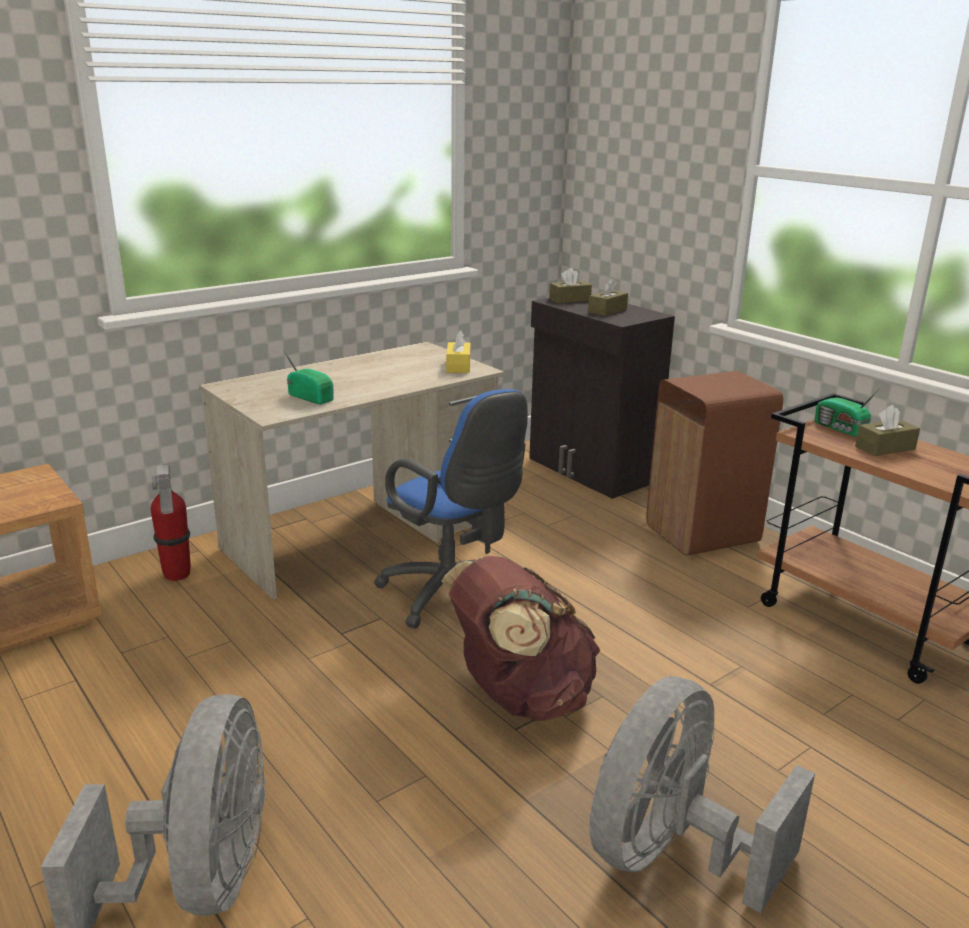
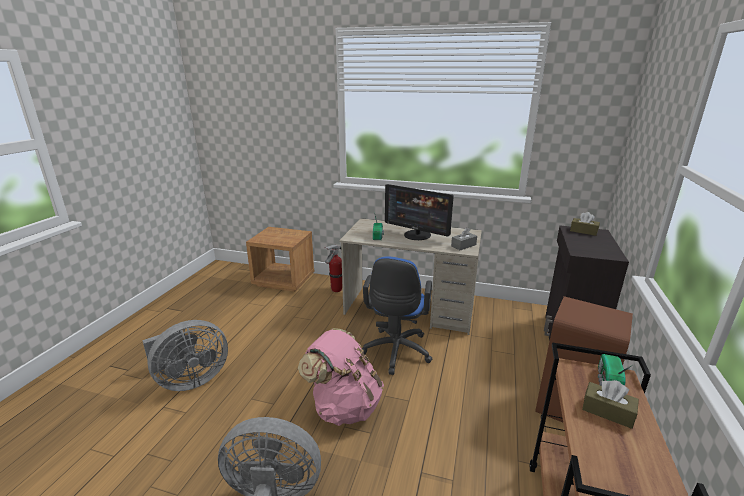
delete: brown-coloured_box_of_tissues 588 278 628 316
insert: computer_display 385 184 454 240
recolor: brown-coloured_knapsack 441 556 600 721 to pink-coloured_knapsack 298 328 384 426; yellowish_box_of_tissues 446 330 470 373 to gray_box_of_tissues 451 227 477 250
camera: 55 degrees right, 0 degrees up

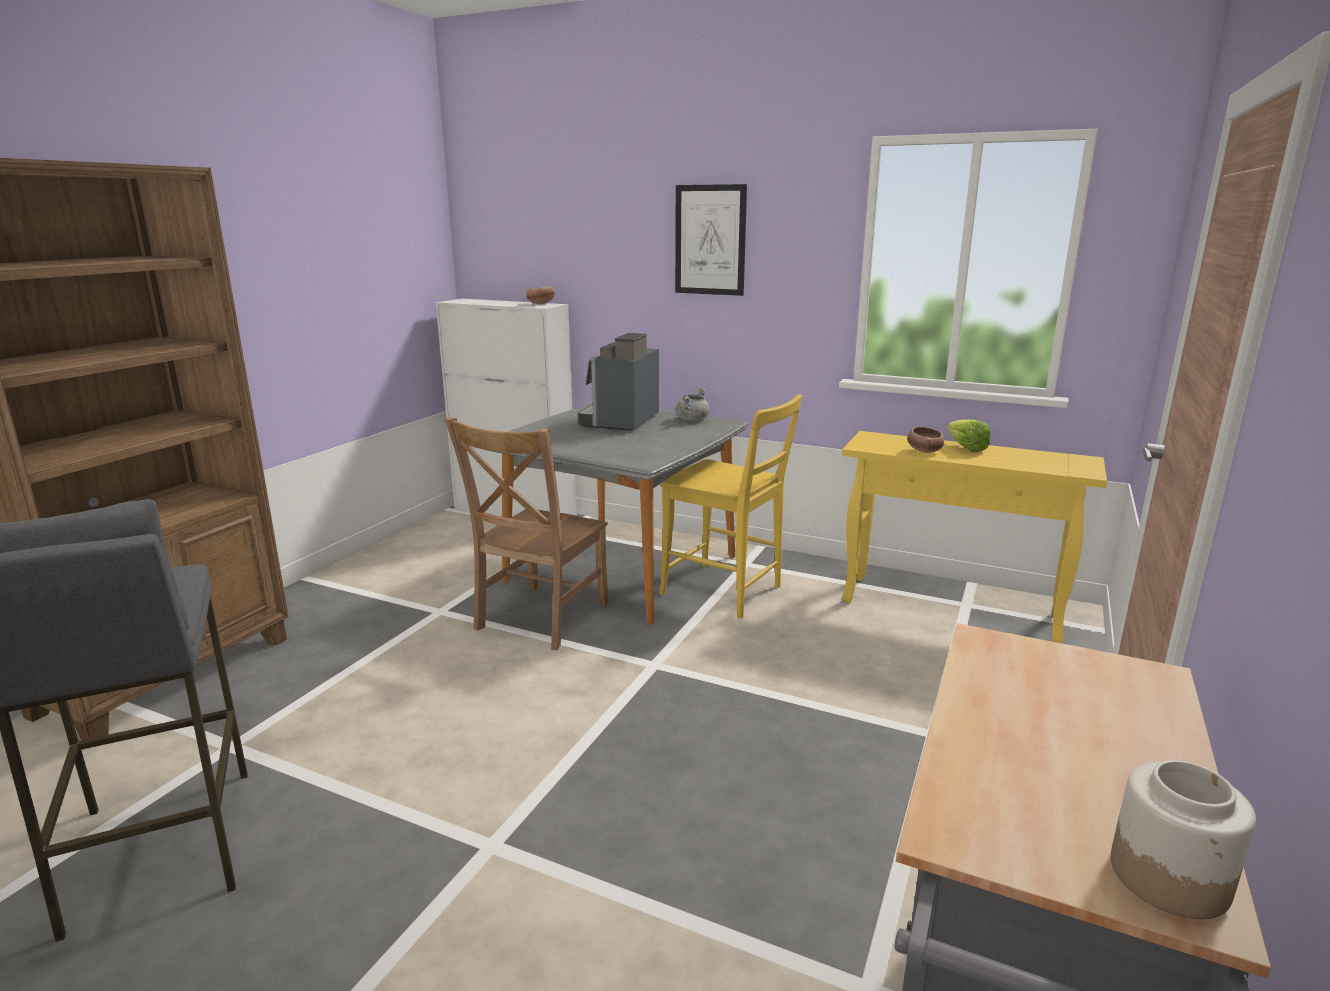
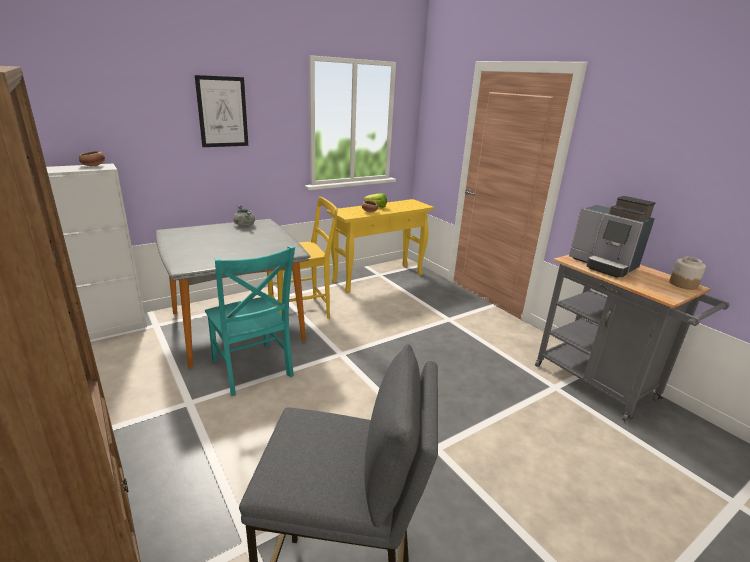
move: coffee_machine 578 333 659 431 to 569 196 655 278
recolor: brown-coloured_chair 445 417 608 650 to turquoise-coloured_chair 205 246 295 396
camera: 60 degrees left, 5 degrees up

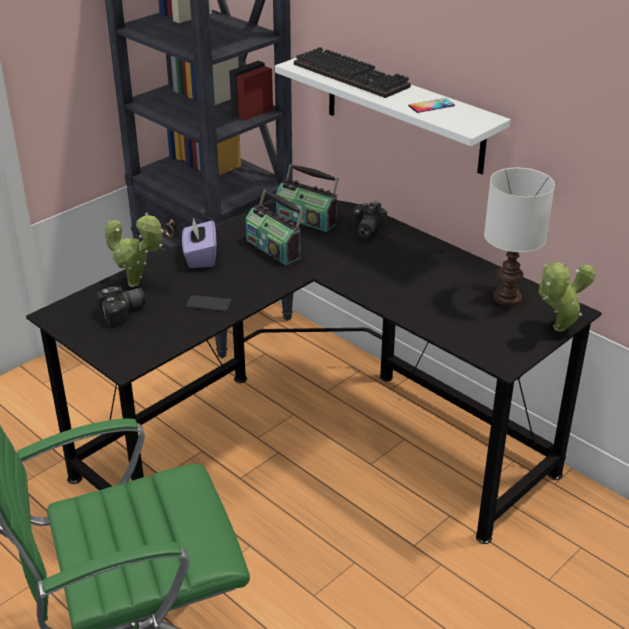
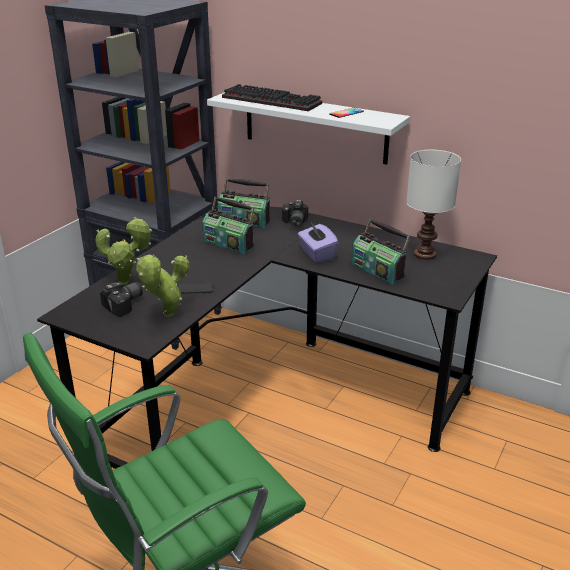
insert: radio_receiver 352 219 410 284
move: purplish_box_of_tissues 182 218 216 268 to 298 223 339 263; potted_plant 539 262 596 332 to 136 254 190 317
camera: 15 degrees left, 5 degrees down

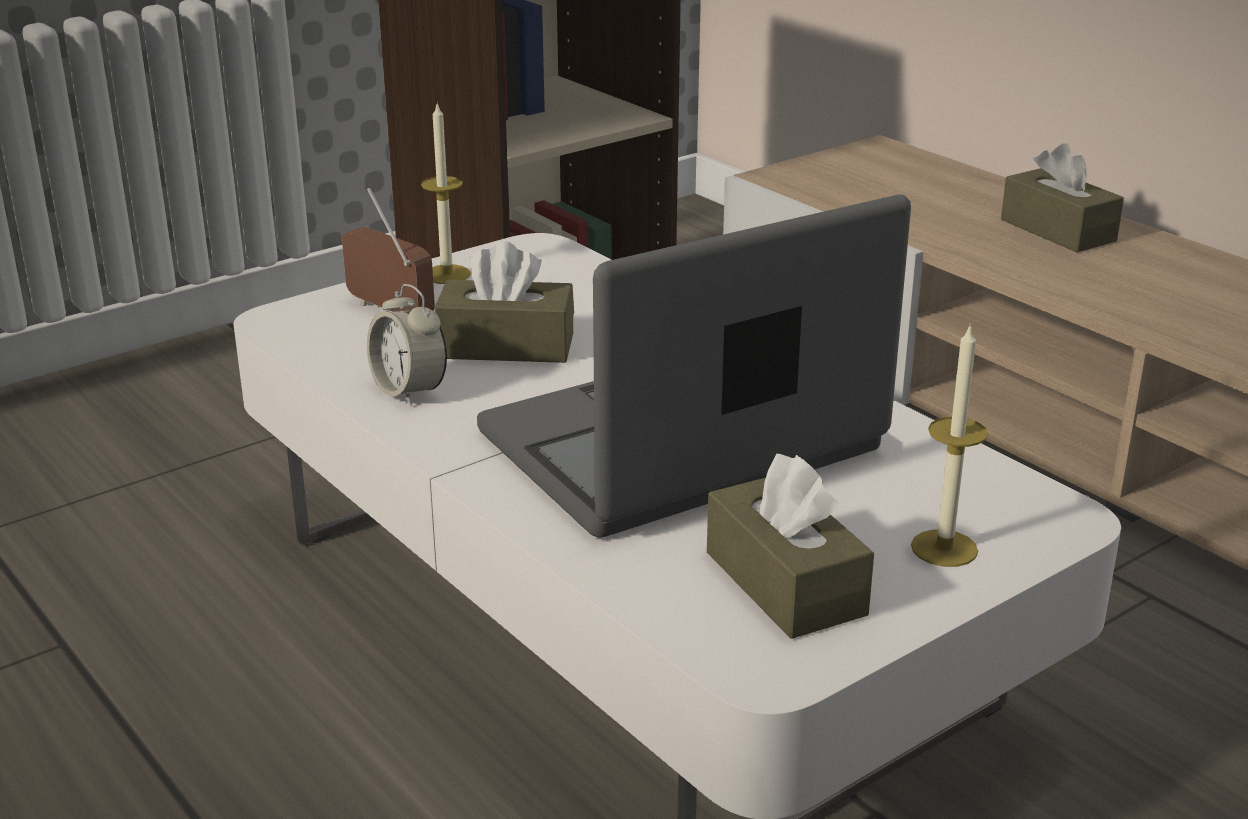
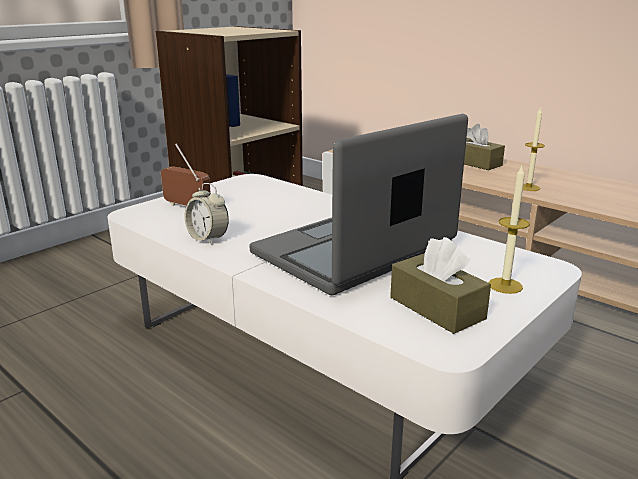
delete: brown-coloured_box_of_tissues 434 241 574 363
move: candle 421 102 471 284 to 523 107 545 191
camera: 10 degrees left, 5 degrees down

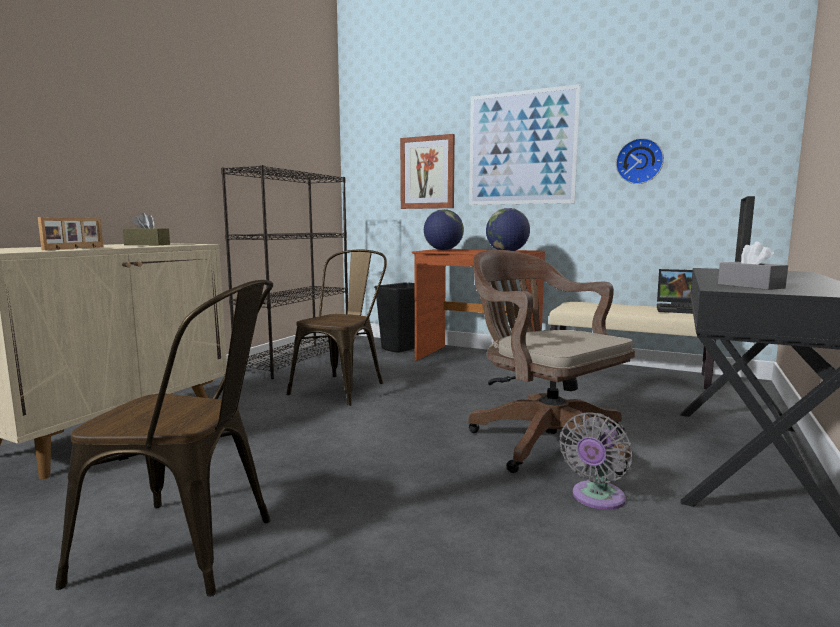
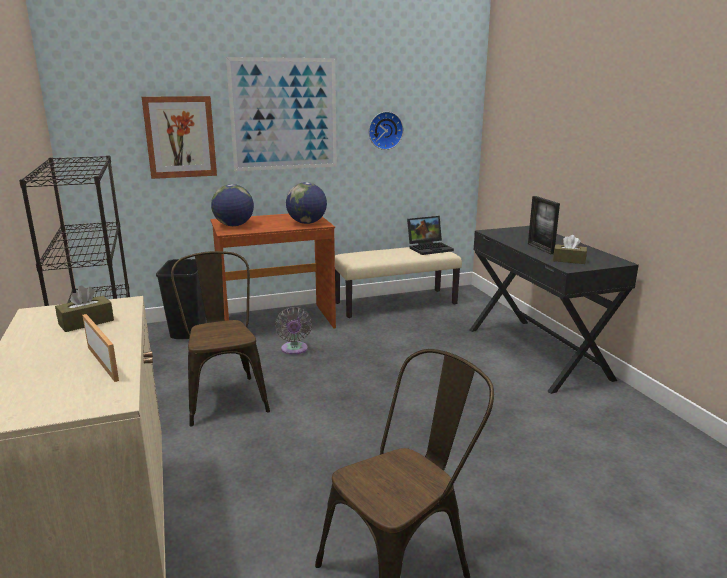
delete: brown-coloured_office_chair 468 250 635 475
move: gray_cooling_fan 560 413 633 510 to 275 307 312 355
recolor: gray_box_of_tissues 718 241 788 290 to brown-coloured_box_of_tissues 553 235 587 264
camera: 45 degrees left, 10 degrees up

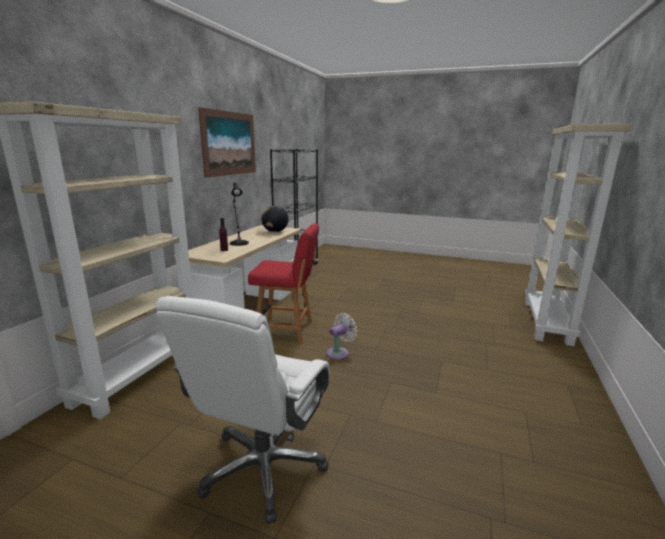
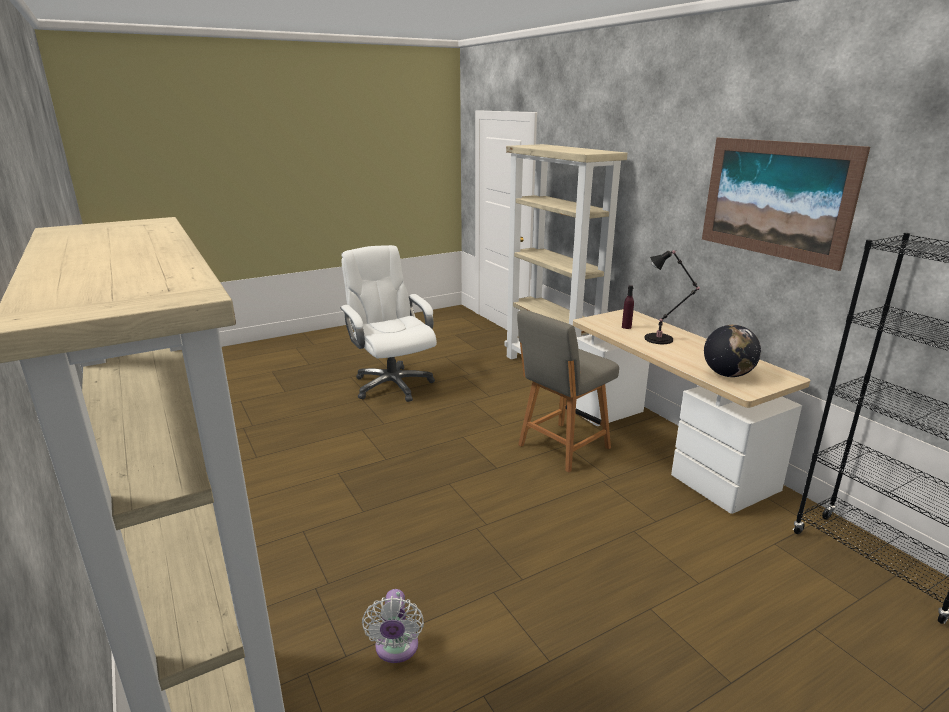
move: white_cooling_fan 327 313 357 360 to 362 589 424 663
recolor: reddish_chair 248 224 319 344 to gray_chair 517 310 619 473
camera: 130 degrees right, 5 degrees up

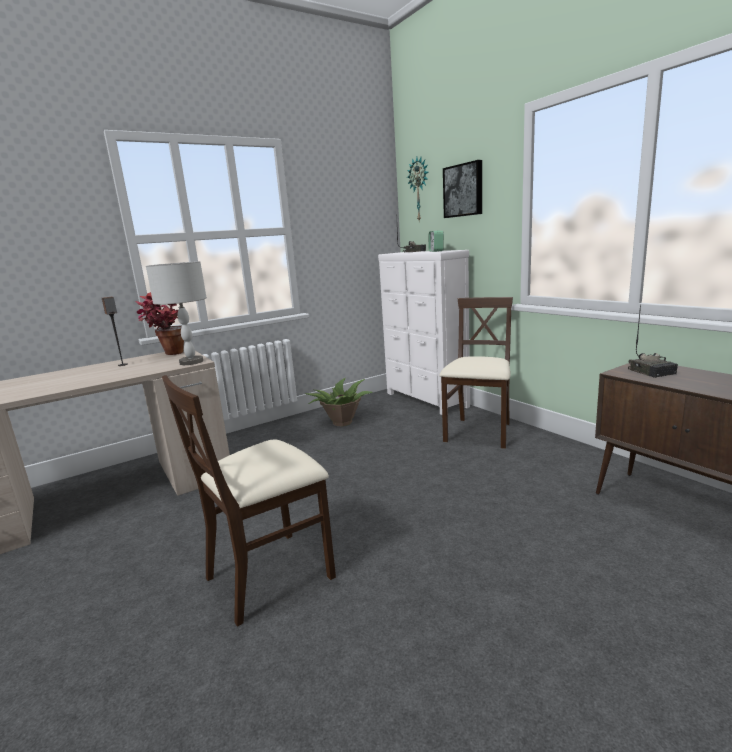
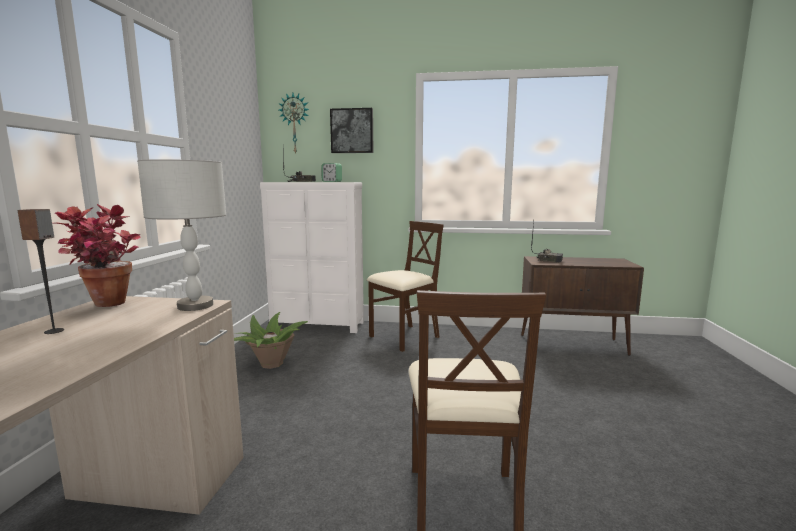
rotate: beige-coloured_chair 439 297 513 449 = 367 221 444 352 75 degrees clockwise
camera: 50 degrees left, 5 degrees down

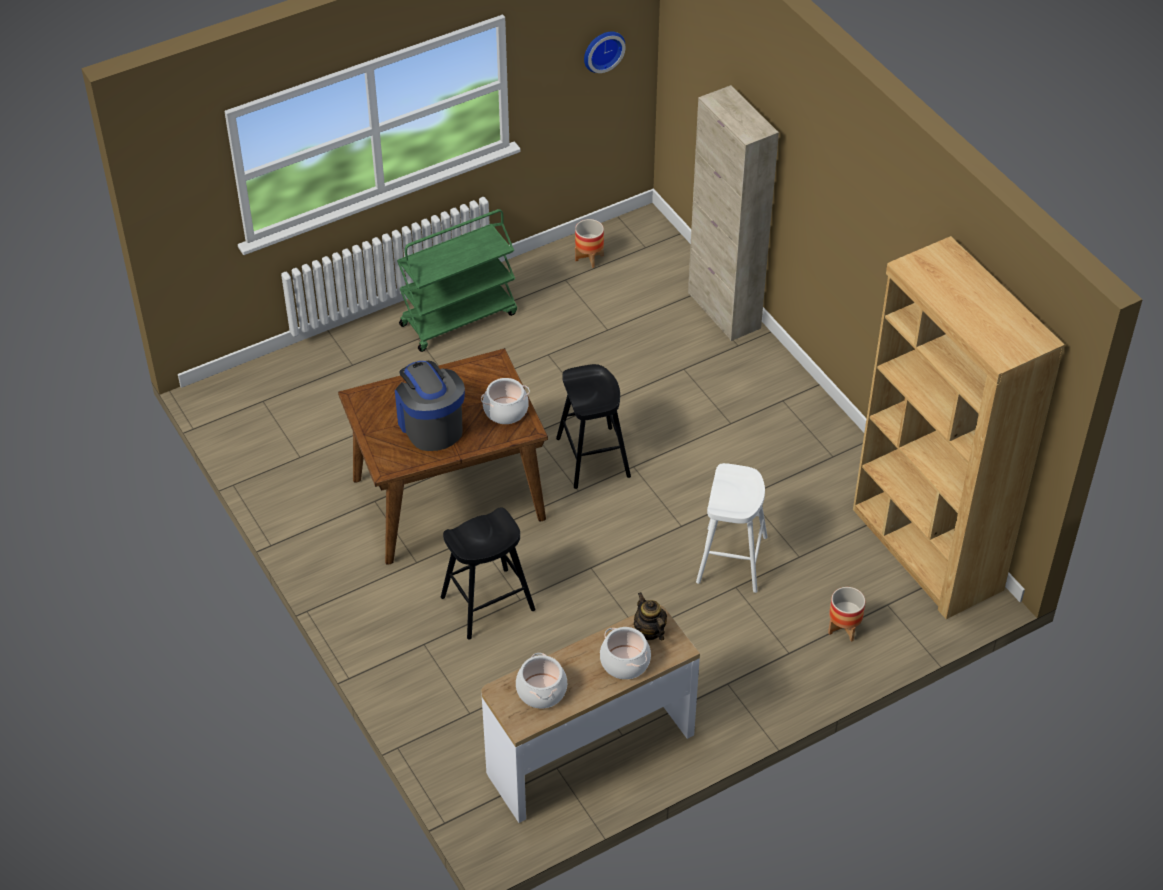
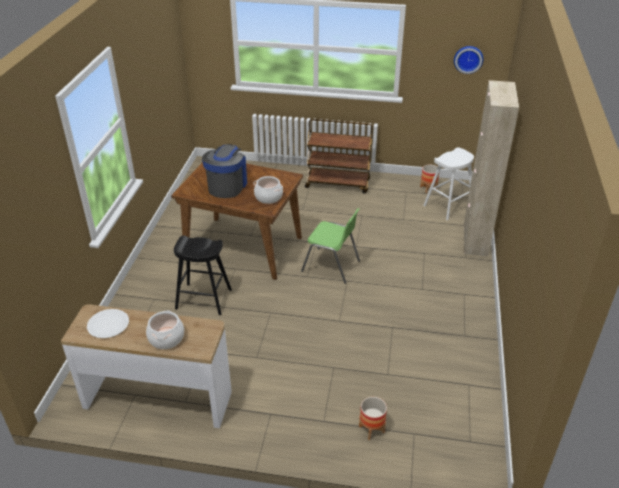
delete: teapot 634 592 667 641; brown-coloured_bookcase 853 236 1065 619
move: white_stool_seat 696 463 768 593 to 423 147 474 220
replace: saucepot 516 653 567 708 to white_plate 87 309 129 338; black-coloured_stool_seat 556 364 631 489 to greenish_chair 301 208 360 284
recolor: greenish_wheeled_cart 397 209 517 352 to brown-coloured_wheeled_cart 305 119 372 194
camera: 40 degrees right, 10 degrees down

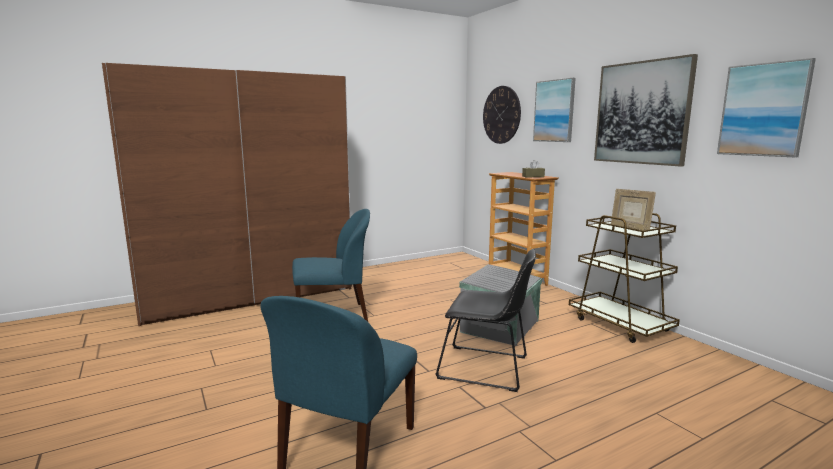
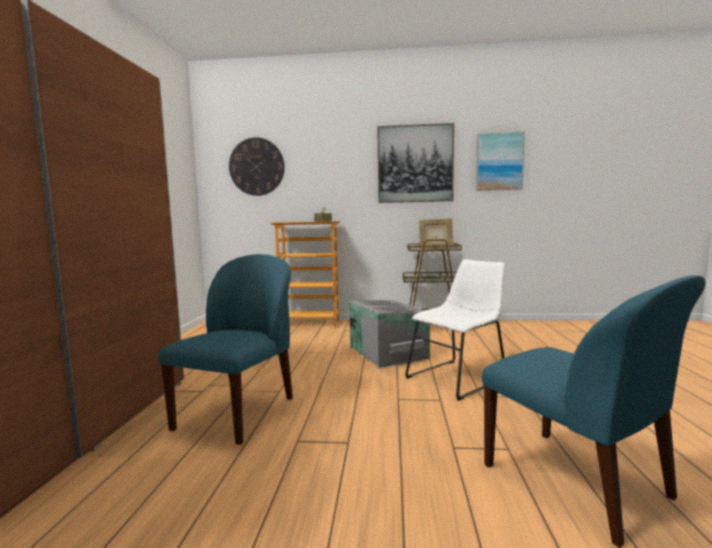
delete: wall_art 533 78 576 142
recolor: black-coloured_chair 436 249 536 392 to white_chair 405 259 505 401
camera: 55 degrees left, 5 degrees down

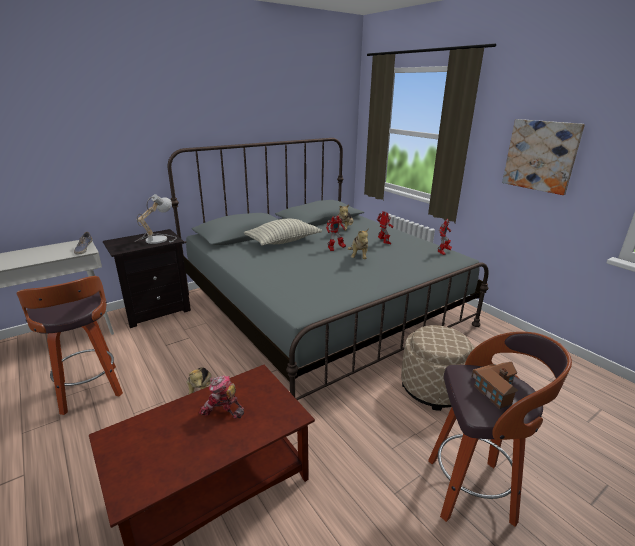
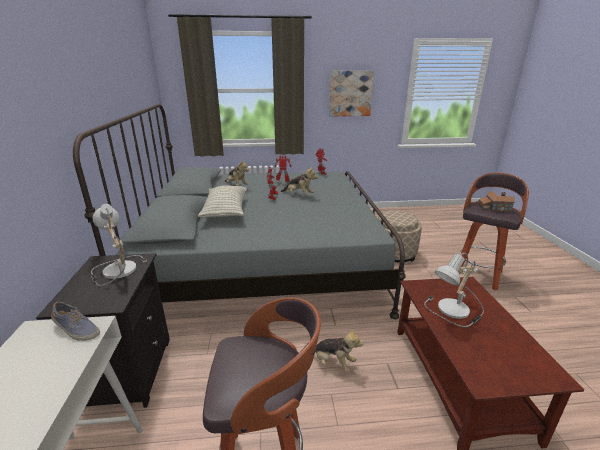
replace: toy_robot 199 376 244 419 to lamp_for_a_table 424 253 484 327
camera: 60 degrees left, 0 degrees up

